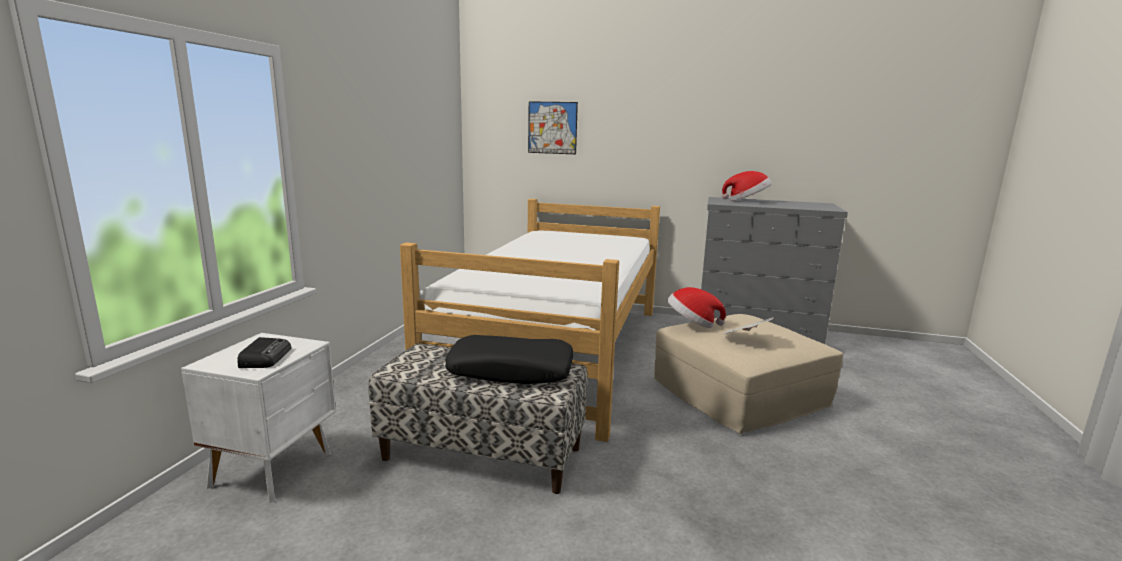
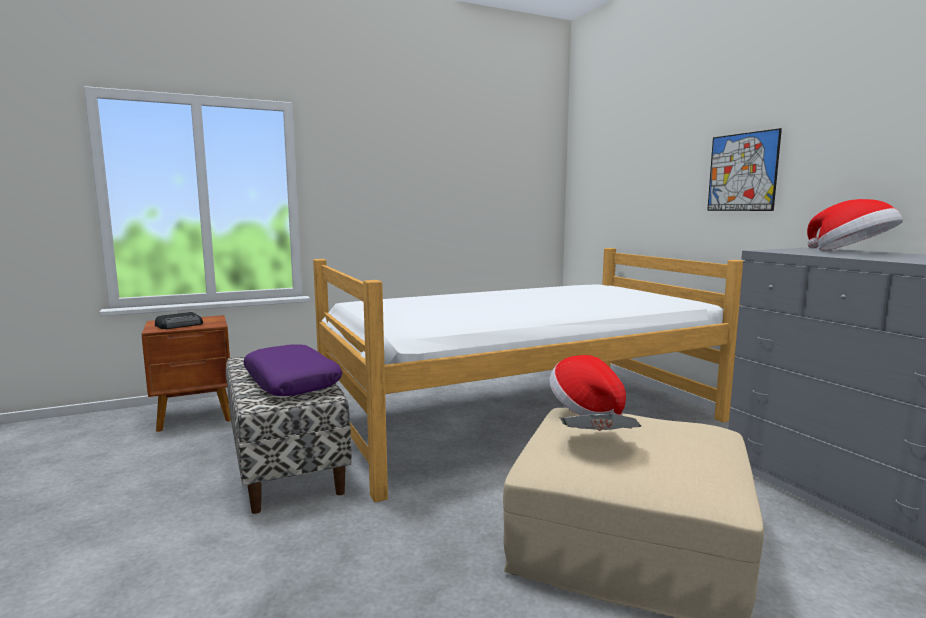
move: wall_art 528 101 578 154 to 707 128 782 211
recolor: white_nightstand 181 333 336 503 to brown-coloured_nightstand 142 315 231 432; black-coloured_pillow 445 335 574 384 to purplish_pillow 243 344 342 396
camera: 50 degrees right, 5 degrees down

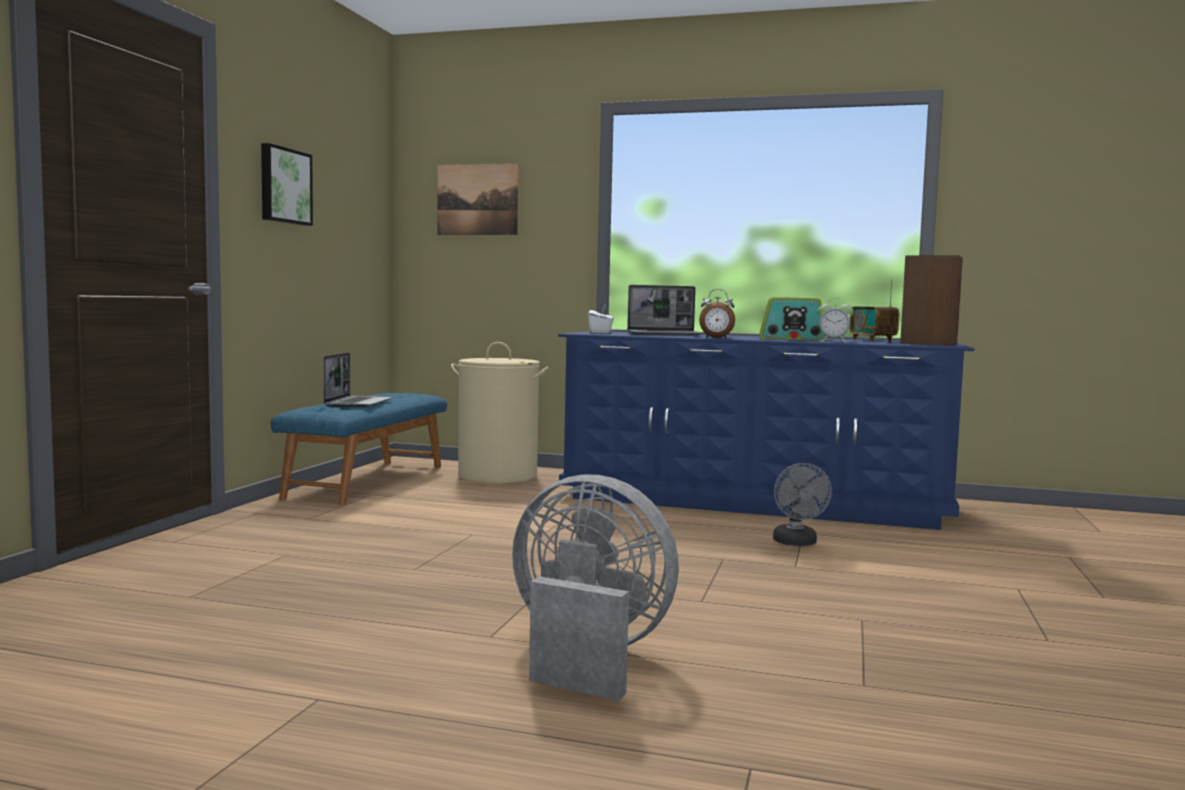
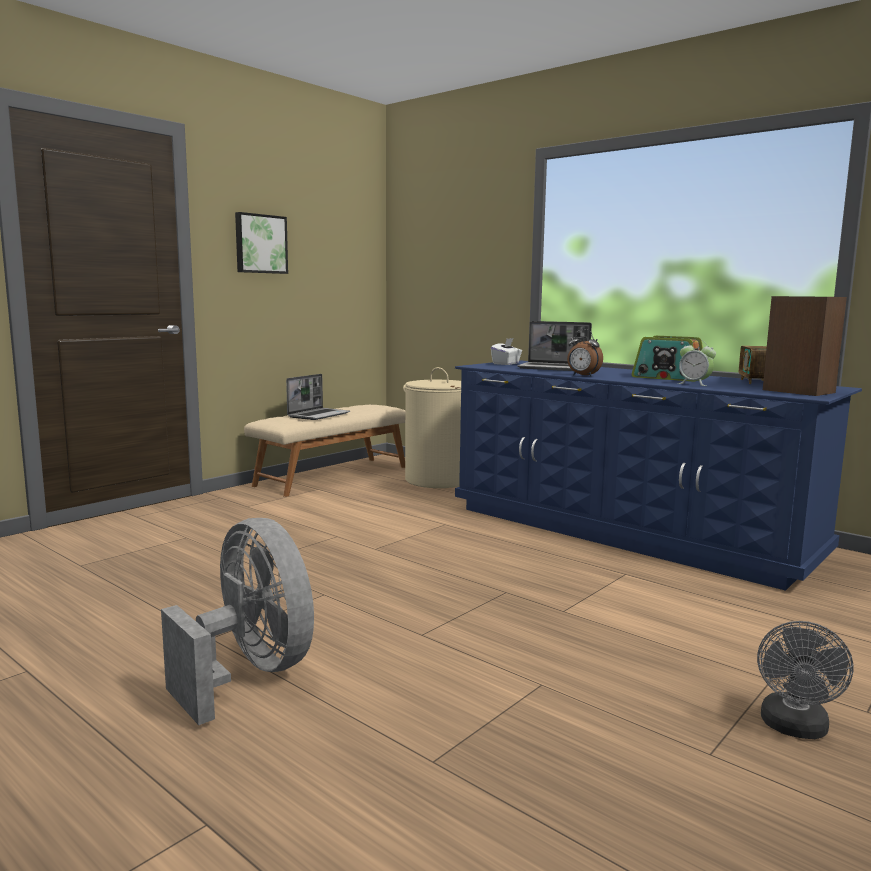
delete: wall_art 437 163 519 235
move: gray_cooling_fan 773 463 832 546 to 757 621 853 739
recolor: blue-coloured_long_seat 271 393 447 505 to beige-coloured_long_seat 244 405 405 497
camera: 25 degrees right, 5 degrees up

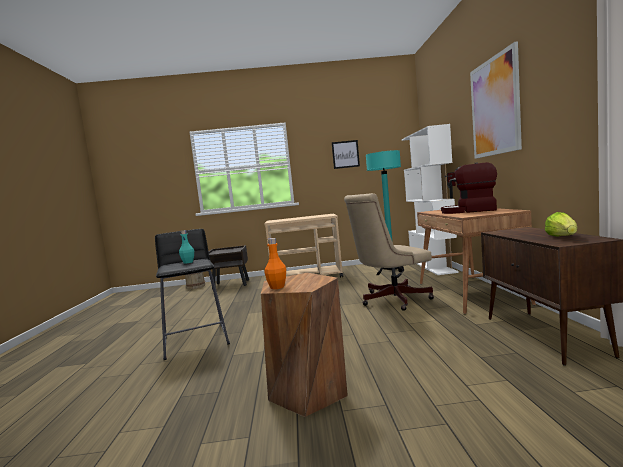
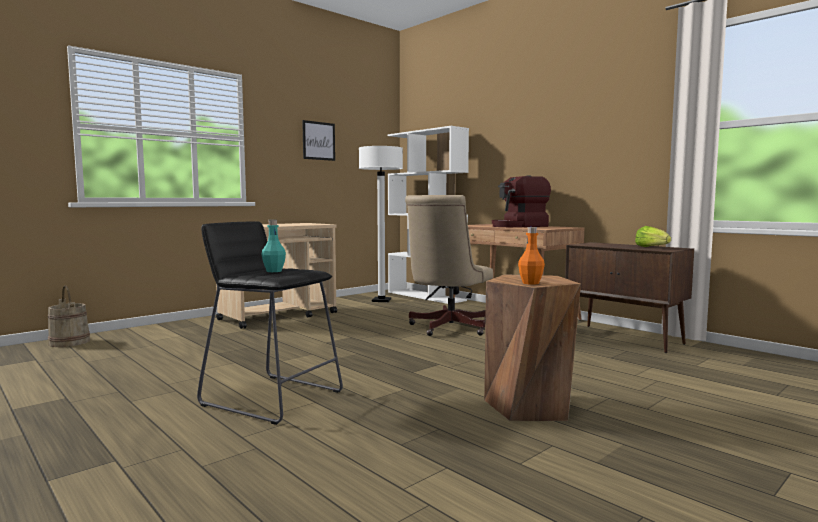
delete: brown-coloured_nightstand 209 245 249 289; wall_art 470 41 522 159
recolor: turquoise-coloured_standard_lamp 366 150 401 270 to white_standard_lamp 359 146 403 302
camera: 40 degrees left, 0 degrees up

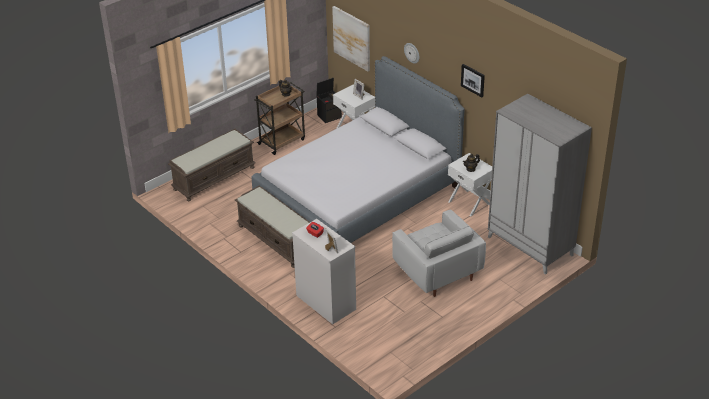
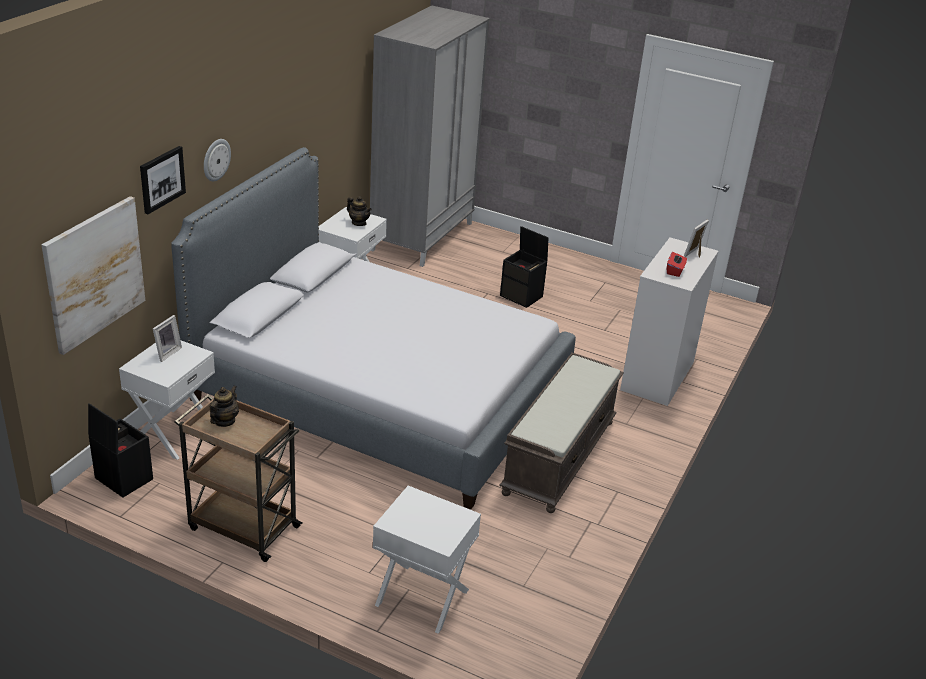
move: wall_art 461 64 485 97 to 140 146 186 214
replace: brown-coloured_long_seat 168 129 256 202 to white_nightstand 373 486 481 634; white_armchair 392 209 486 297 to black-coloured_storage_bin 500 226 548 308
camera: 115 degrees left, 5 degrees down

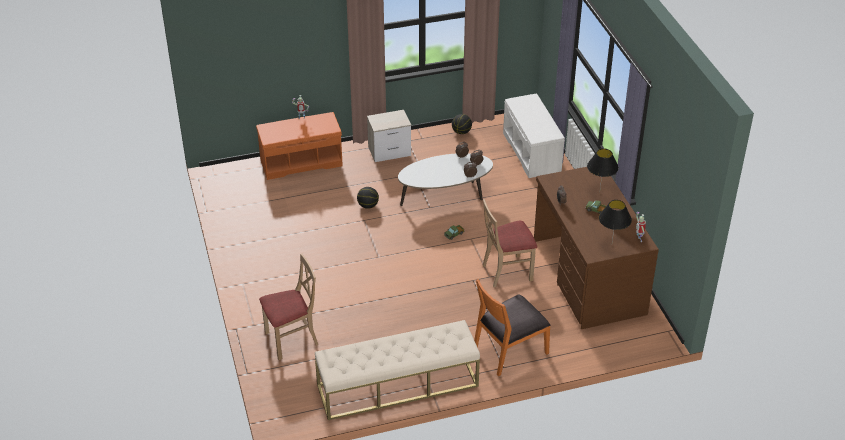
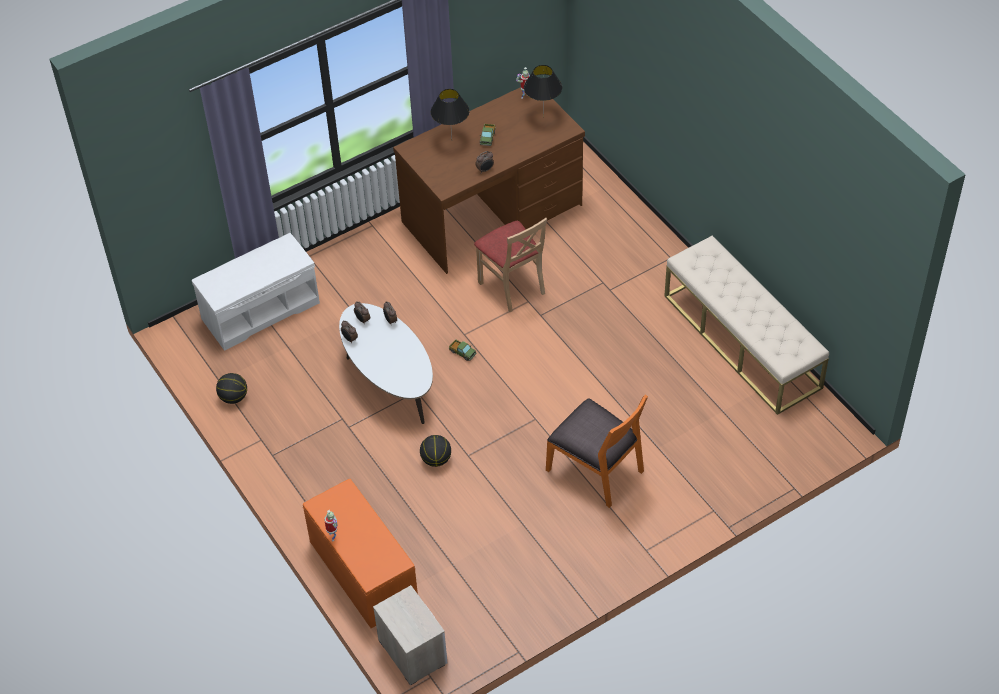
delete: beige-coloured_chair 259 254 318 360
move: nightstand 367 110 411 162 to 373 585 447 686; orange-coloured_chair 474 279 551 376 to 546 394 648 508
camera: 105 degrees left, 10 degrees up

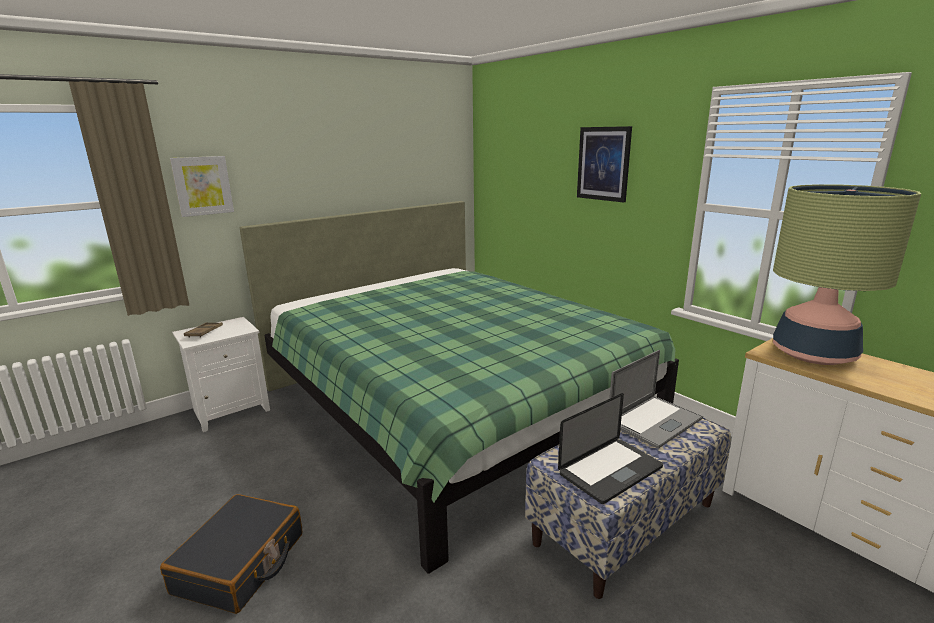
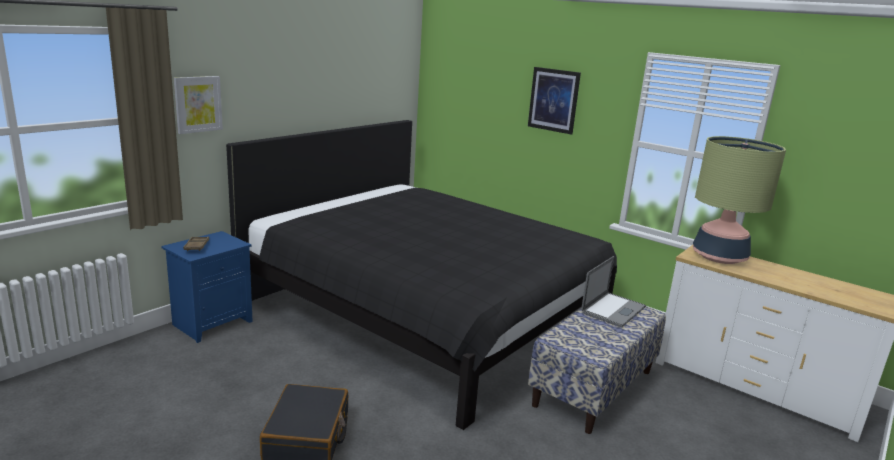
delete: portable_computer 558 393 663 504
recolor: white_nightstand 172 317 270 432 to blue-coloured_nightstand 161 231 253 343; greenish_sleeping_bed 240 201 679 574 to black-coloured_sleeping_bed 226 120 617 430
camera: 15 degrees left, 0 degrees up

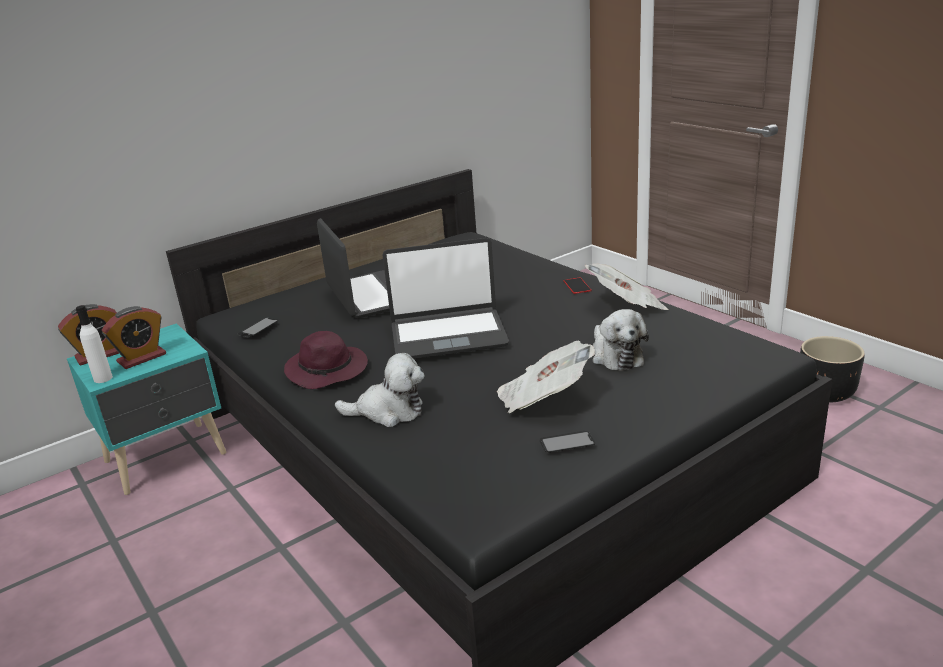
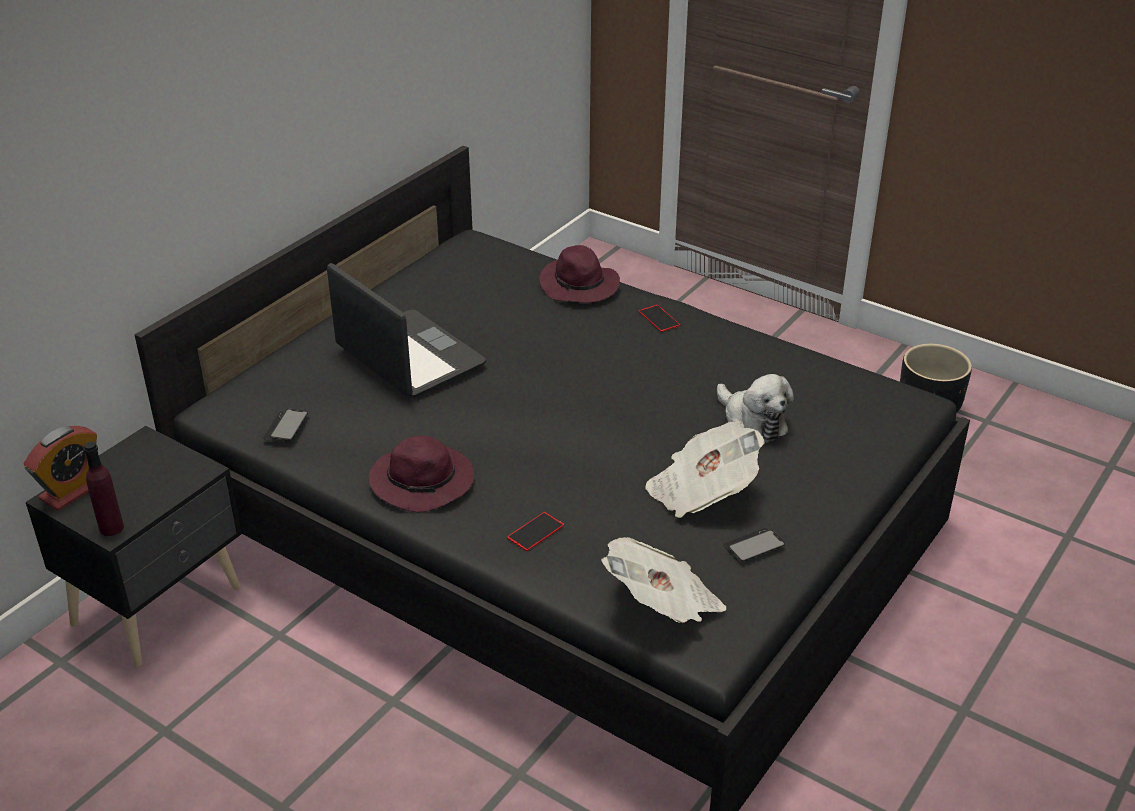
delete: alarm_clock 102 306 166 369; portable_computer 383 238 509 359
insert: purplish_hat 539 245 620 303
move: daily_paper 584 263 669 310 to 601 537 726 623
replace: cuddly_toy 335 353 424 427 to handset 507 512 564 551
recolor: turquoise-coloured_nightstand 67 323 226 495 to black-coloured_nightstand 26 426 242 667; white_bottle 76 305 113 383 to purplish_bottle 84 441 124 536
camera: 20 degrees left, 10 degrees up

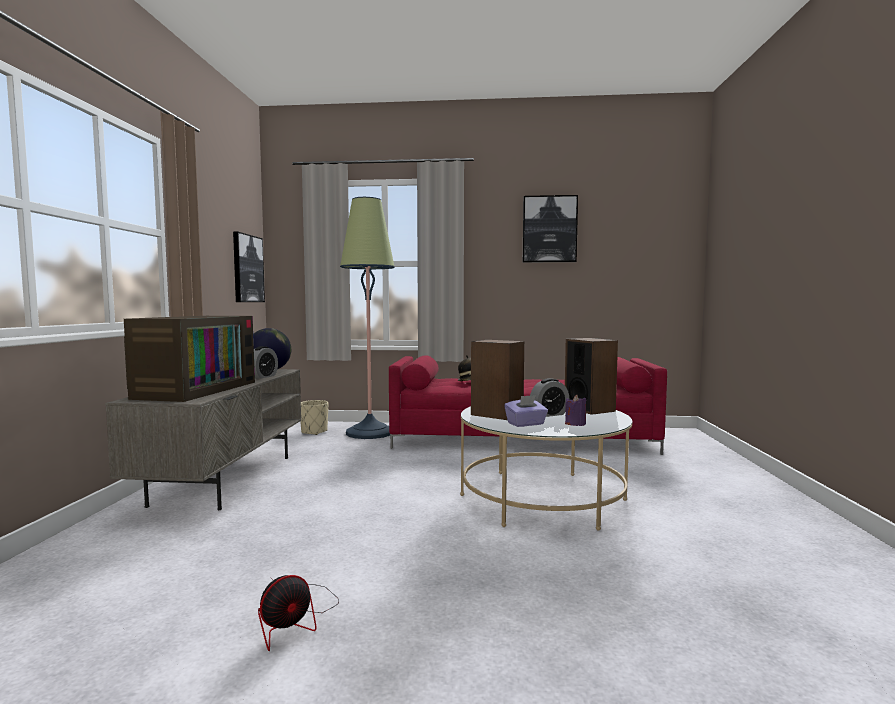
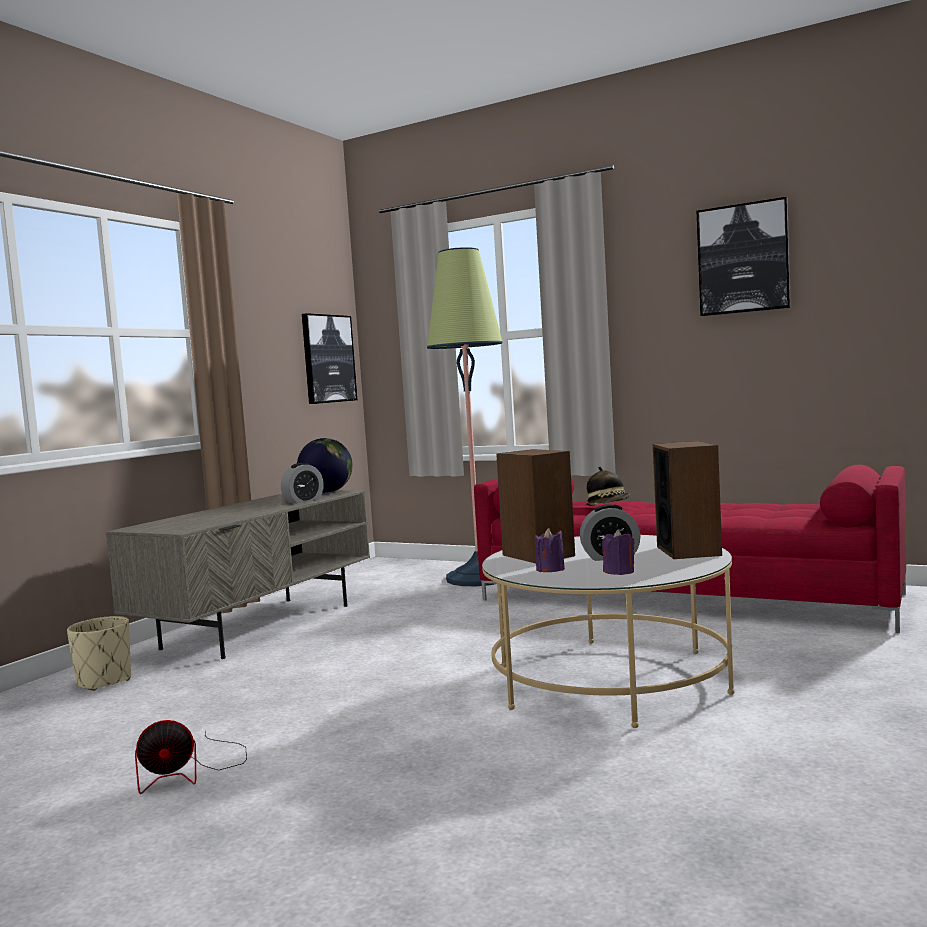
delete: TV_set 124 316 255 402
move: beige-coloured_flower_pot 300 400 328 435 to 67 616 131 691
replace: purplish_box_of_tissues 504 395 548 427 to purplish_candle 535 528 565 572
camera: 25 degrees right, 0 degrees up

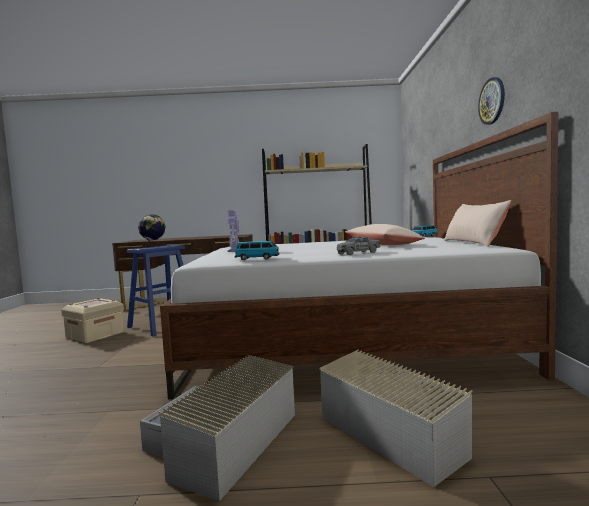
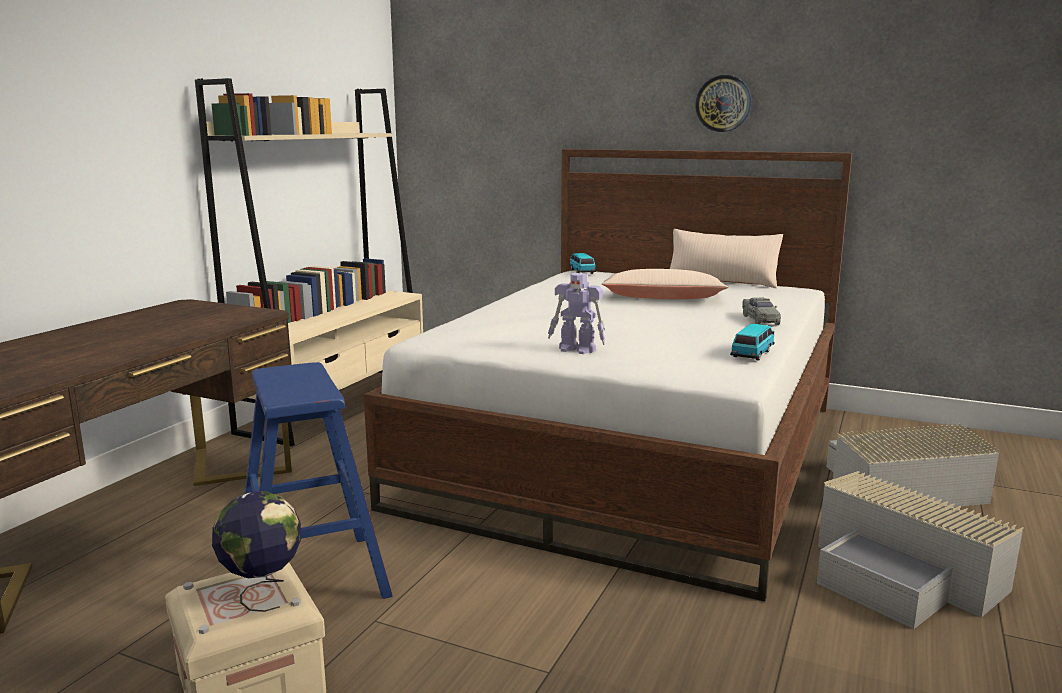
move: world_globe 138 214 165 248 to 212 491 301 612
camera: 65 degrees left, 10 degrees up

